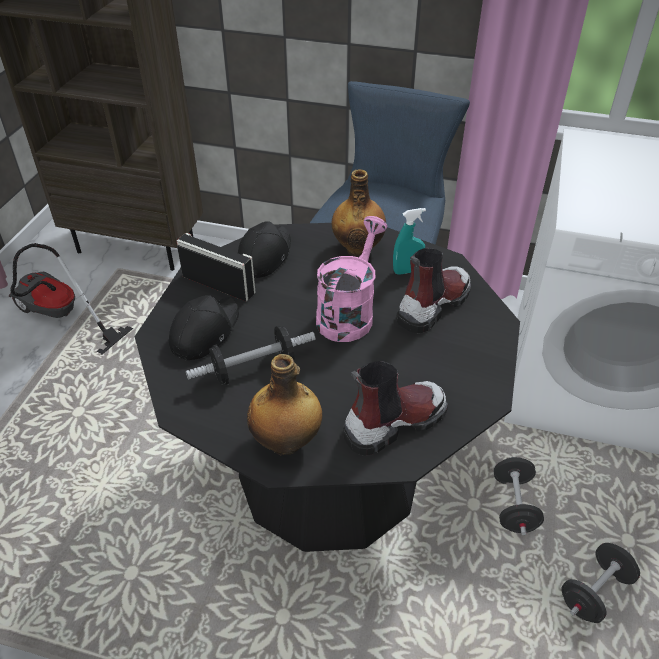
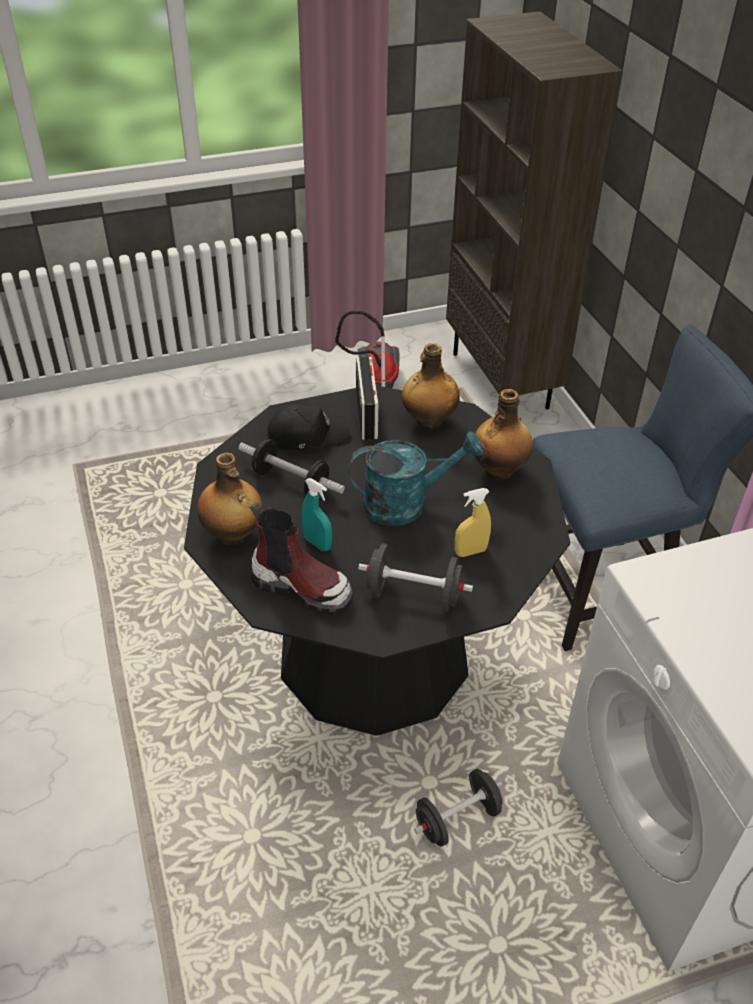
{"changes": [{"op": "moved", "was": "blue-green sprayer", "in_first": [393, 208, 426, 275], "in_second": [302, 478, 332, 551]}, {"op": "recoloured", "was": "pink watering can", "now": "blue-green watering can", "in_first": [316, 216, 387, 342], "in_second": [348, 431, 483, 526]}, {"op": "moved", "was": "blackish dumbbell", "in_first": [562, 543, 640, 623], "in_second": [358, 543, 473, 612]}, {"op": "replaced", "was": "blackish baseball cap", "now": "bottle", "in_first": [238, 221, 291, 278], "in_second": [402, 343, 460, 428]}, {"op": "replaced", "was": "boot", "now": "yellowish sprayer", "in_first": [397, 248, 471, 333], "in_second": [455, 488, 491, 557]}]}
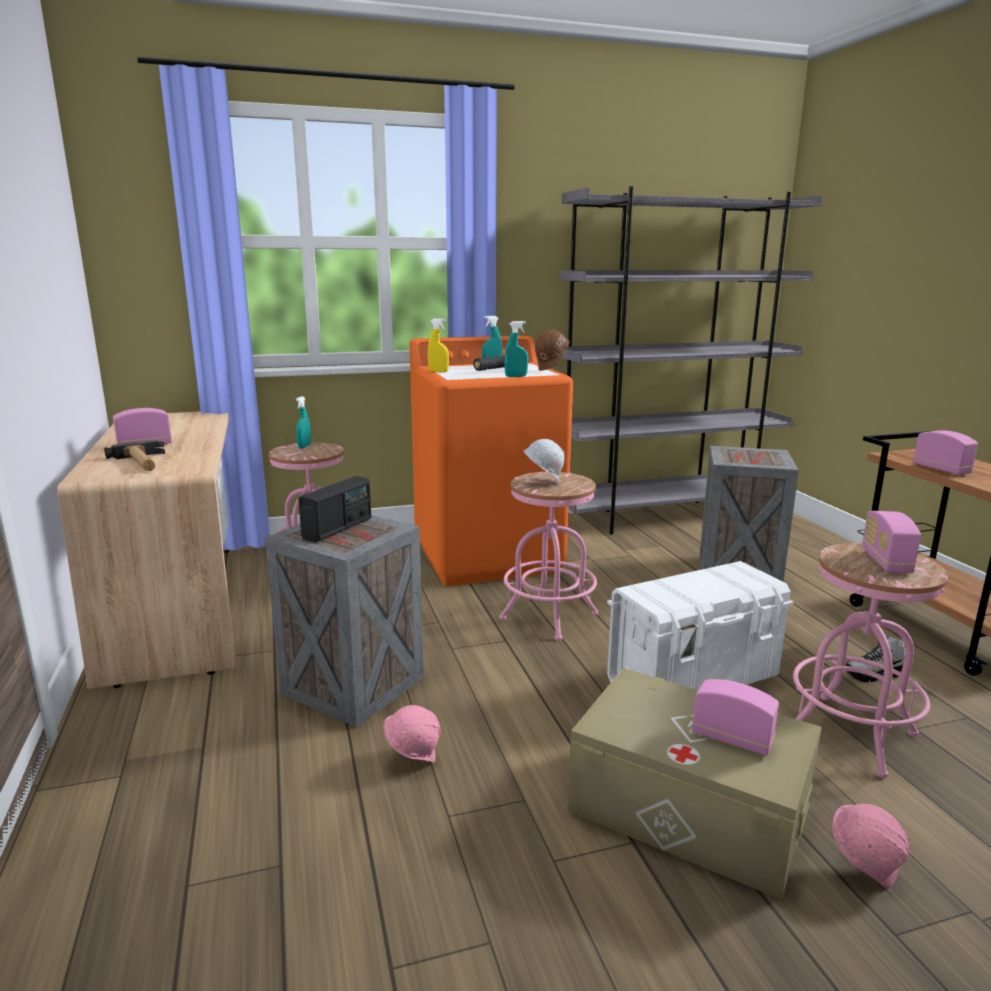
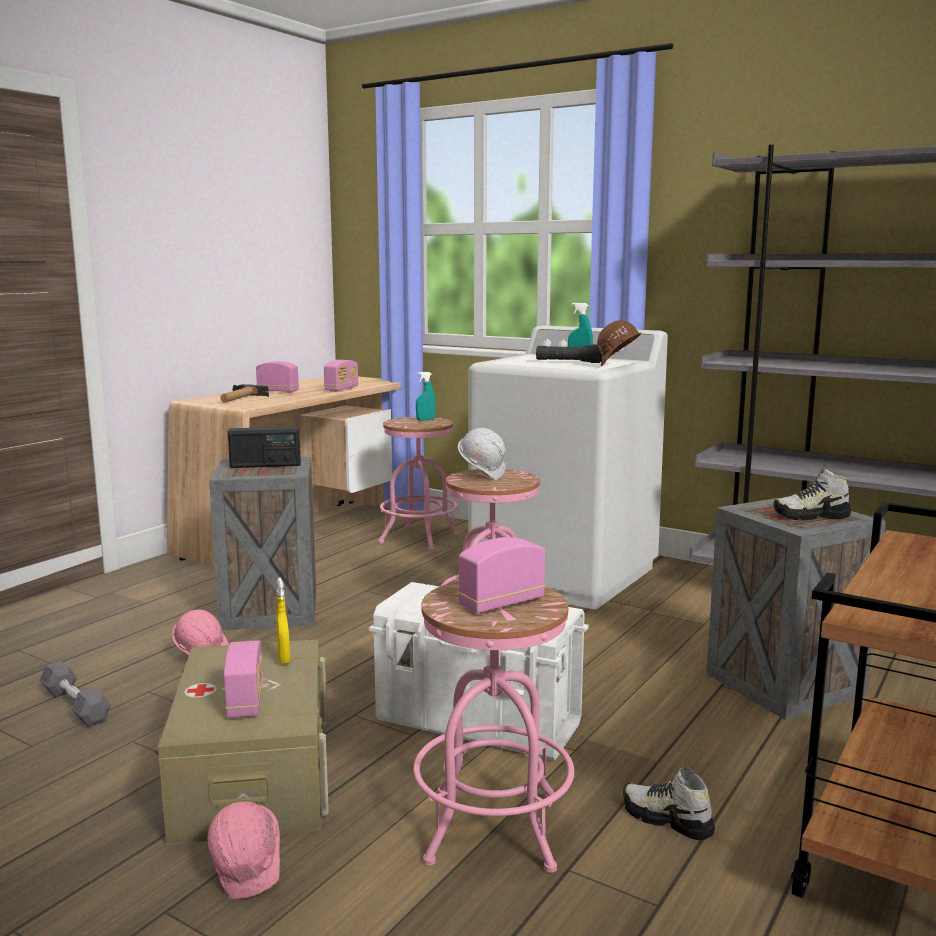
{"changes": [{"op": "added", "now": "greyish dumbbell", "in_second": [40, 661, 111, 727]}, {"op": "moved", "was": "yellowish sprayer", "in_first": [428, 318, 449, 373], "in_second": [276, 578, 290, 664]}, {"op": "moved", "was": "radio receiver", "in_first": [913, 430, 978, 475], "in_second": [324, 360, 358, 392]}, {"op": "recoloured", "was": "orange-coloured laundry machine", "now": "white laundry machine", "in_first": [409, 336, 573, 586], "in_second": [468, 325, 668, 609]}, {"op": "added", "now": "low shoe", "in_second": [774, 468, 851, 520]}, {"op": "removed", "was": "blue-green sprayer", "in_first": [504, 321, 528, 377]}]}
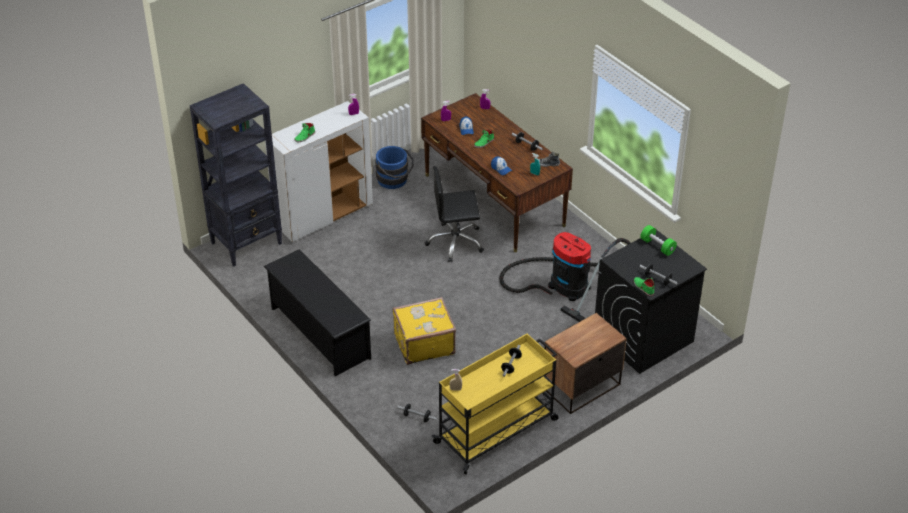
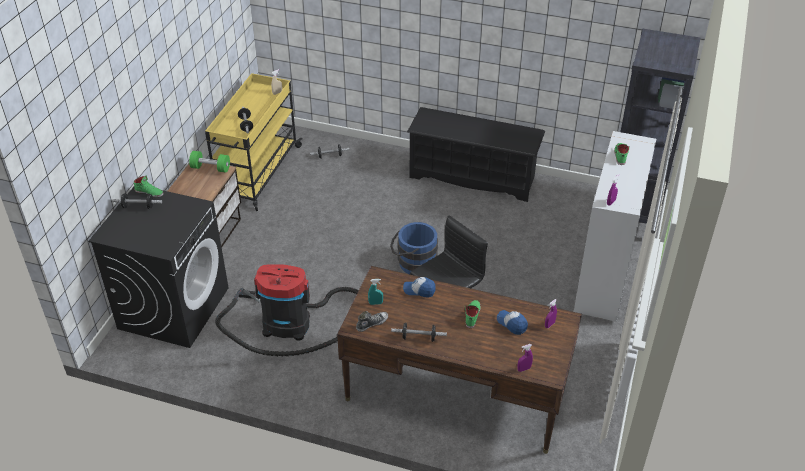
{"changes": [{"op": "moved", "was": "green-coloured dumbbell", "in_first": [640, 225, 677, 256], "in_second": [189, 151, 230, 173]}, {"op": "moved", "was": "bluish bucket", "in_first": [375, 146, 414, 189], "in_second": [390, 222, 438, 274]}, {"op": "removed", "was": "yellowish piece of luggage", "in_first": [393, 297, 456, 365]}]}
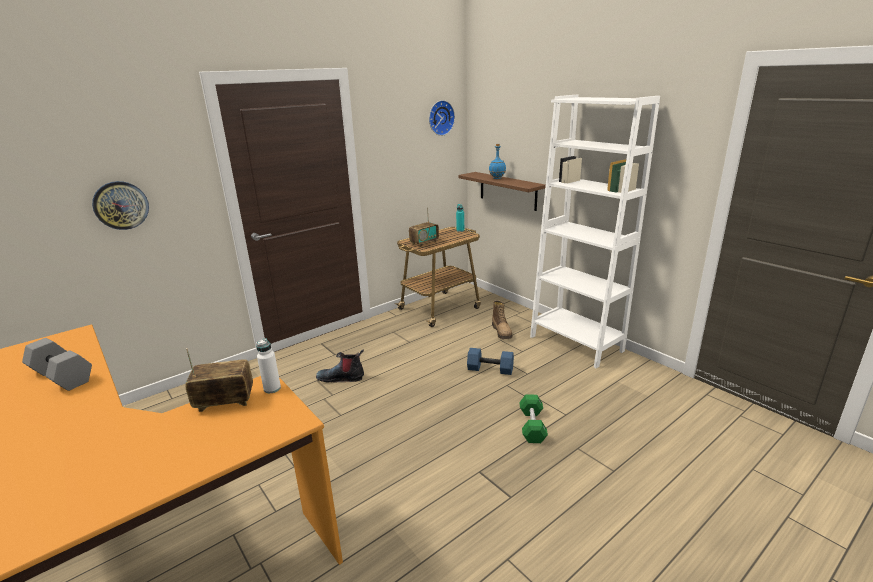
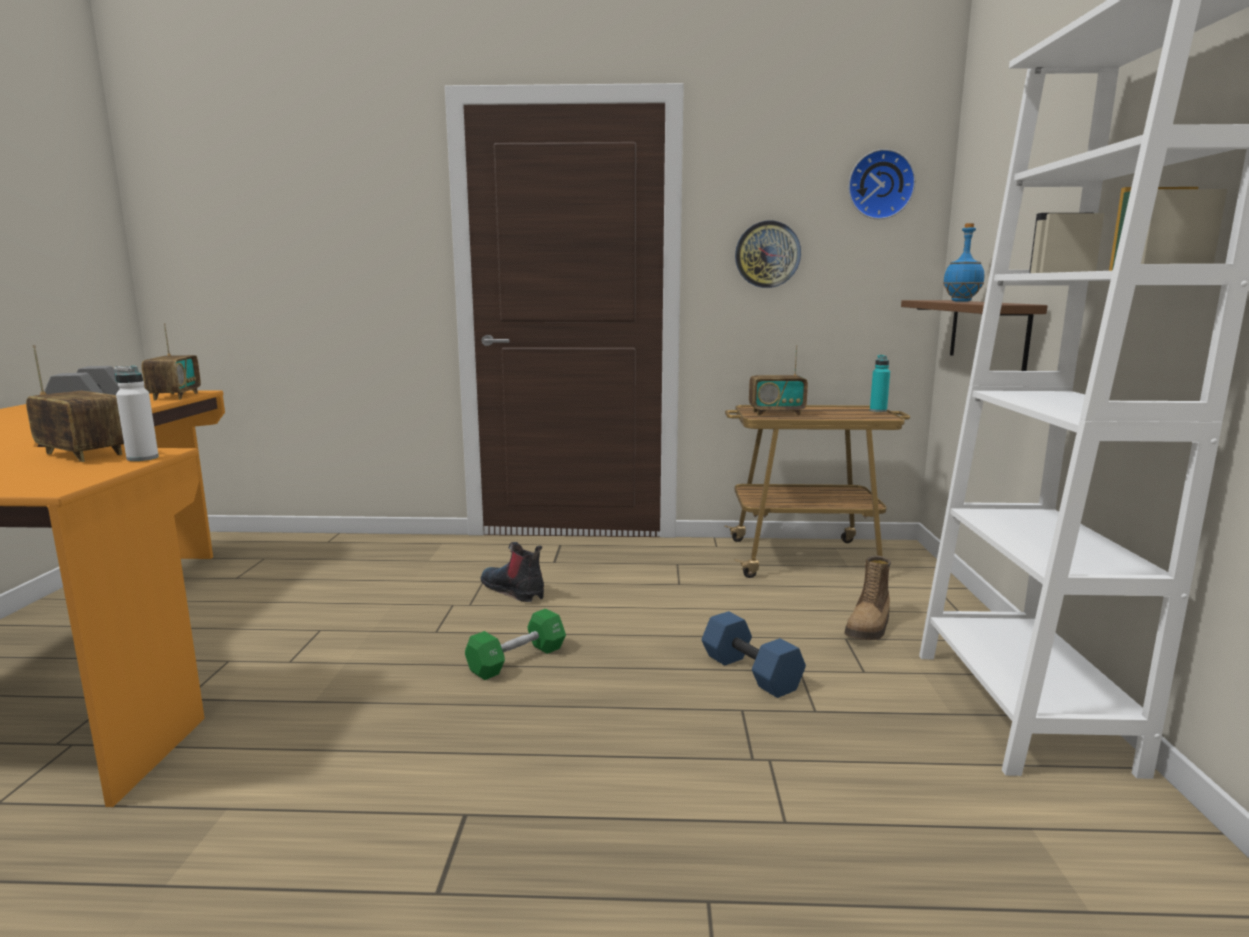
{"changes": [{"op": "added", "now": "radio receiver", "in_second": [142, 324, 201, 400]}, {"op": "moved", "was": "green-coloured dumbbell", "in_first": [519, 394, 548, 443], "in_second": [465, 609, 566, 680]}, {"op": "moved", "was": "hanging clock", "in_first": [92, 181, 149, 230], "in_second": [735, 221, 801, 288]}]}
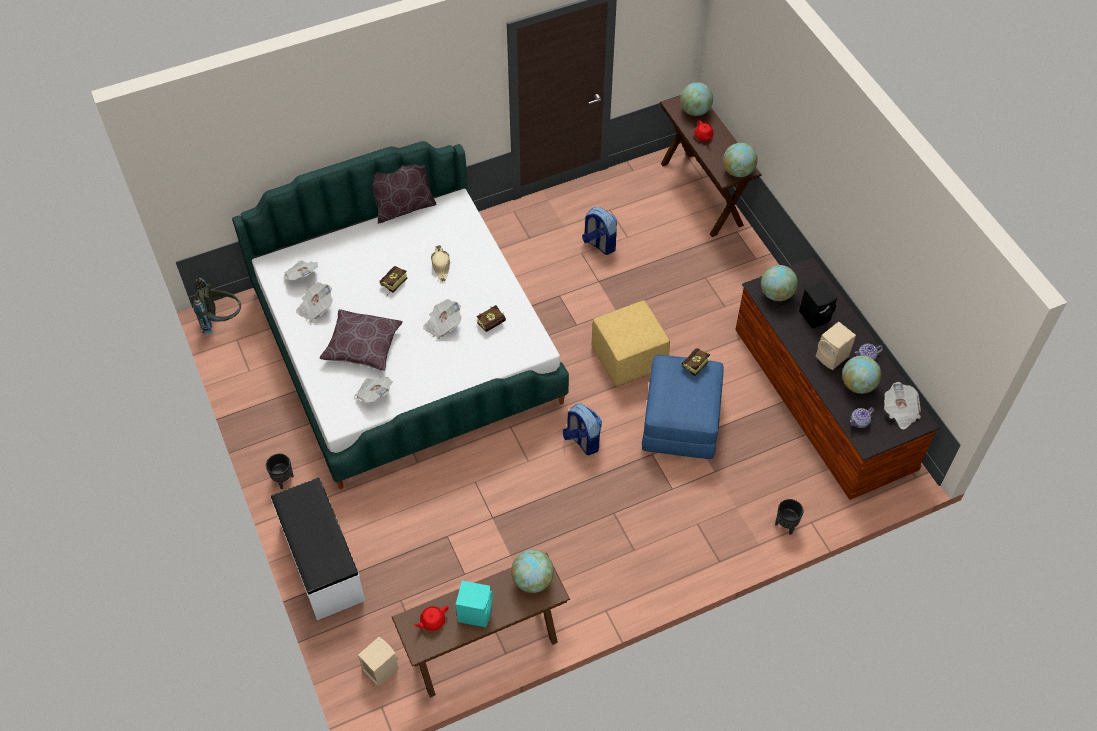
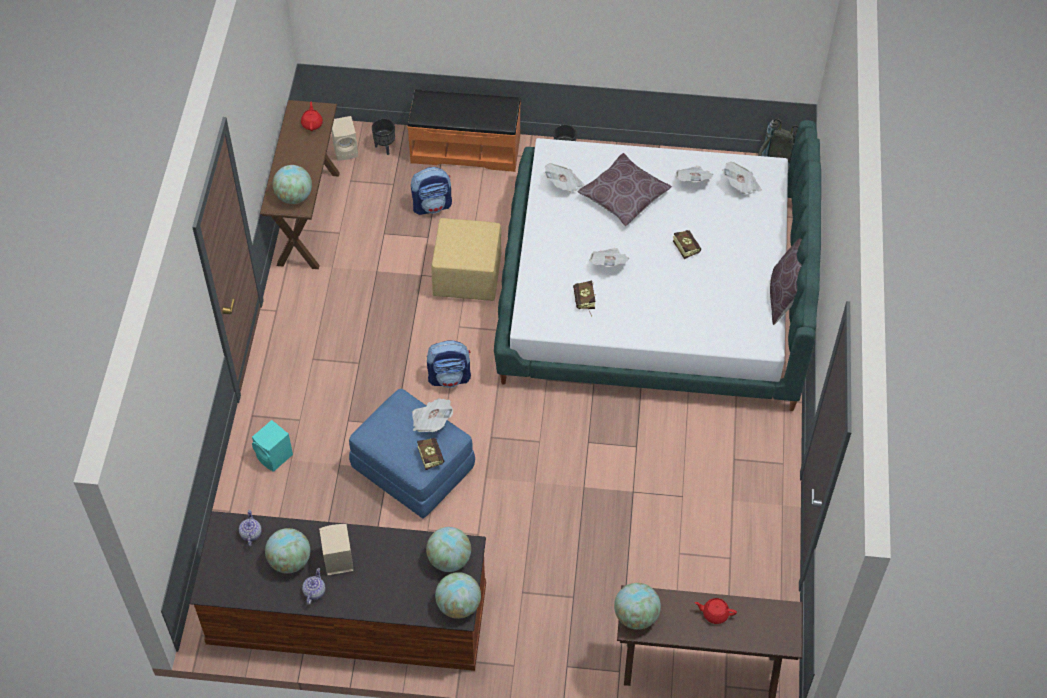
{"changes": [{"op": "moved", "was": "blue-green audio speaker", "in_first": [456, 581, 493, 627], "in_second": [252, 420, 293, 472]}, {"op": "moved", "was": "blackish flower pot", "in_first": [775, 499, 803, 535], "in_second": [372, 118, 395, 155]}, {"op": "recoloured", "was": "white long seat", "now": "orange-coloured long seat", "in_first": [271, 478, 366, 621], "in_second": [407, 89, 521, 172]}, {"op": "moved", "was": "knapsack", "in_first": [582, 207, 617, 255], "in_second": [411, 167, 452, 215]}, {"op": "moved", "was": "printed paper", "in_first": [884, 382, 921, 430], "in_second": [412, 398, 453, 432]}, {"op": "moved", "was": "yellowish footrest", "in_first": [591, 300, 670, 386], "in_second": [431, 218, 502, 301]}, {"op": "moved", "was": "world globe", "in_first": [680, 82, 713, 116], "in_second": [435, 572, 481, 619]}, {"op": "removed", "was": "beige-coloured wearable hat", "in_first": [431, 245, 450, 282]}, {"op": "removed", "was": "blackish audio speaker", "in_first": [799, 281, 837, 328]}]}
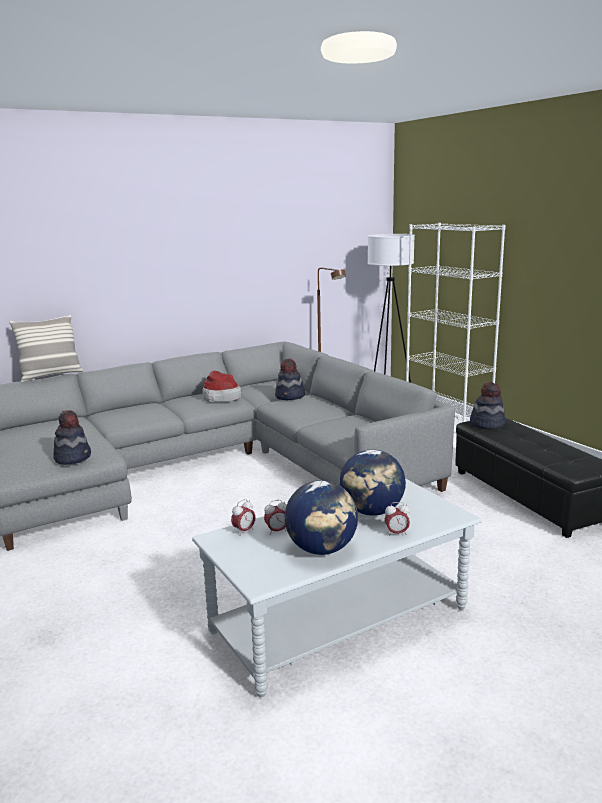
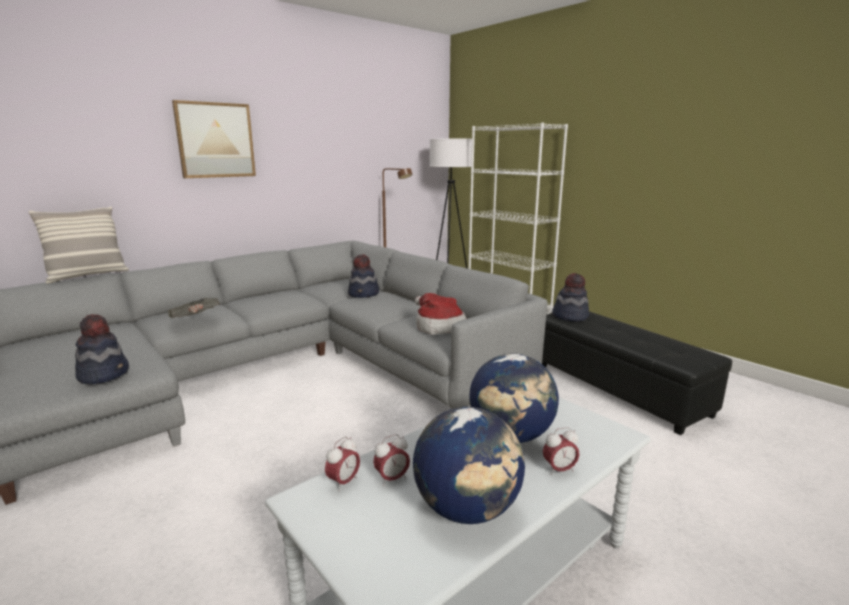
{"changes": [{"op": "added", "now": "printed paper", "in_second": [168, 298, 220, 318]}, {"op": "added", "now": "picture", "in_second": [172, 100, 256, 178]}, {"op": "moved", "was": "wearable hat", "in_first": [202, 371, 242, 402], "in_second": [415, 293, 466, 335]}]}
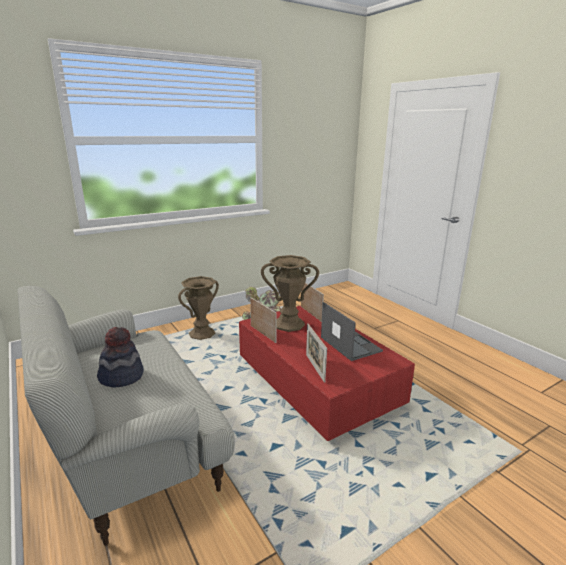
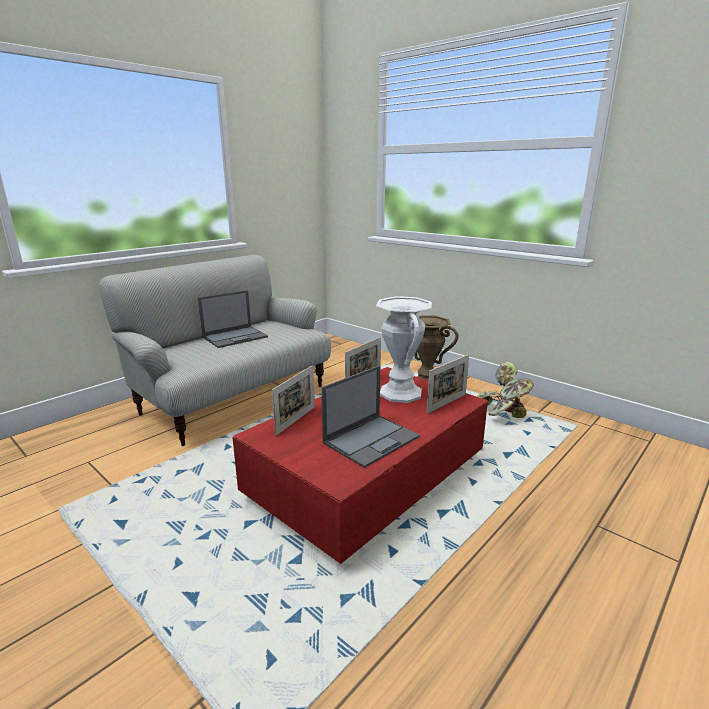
{"changes": [{"op": "replaced", "was": "wearable hat", "now": "laptop", "in_first": [97, 327, 144, 388], "in_second": [198, 290, 268, 348]}, {"op": "turned", "was": "photo frame", "in_first": [306, 323, 327, 383], "in_second": [272, 365, 315, 436], "clockwise": 150}, {"op": "recoloured", "was": "brownish flower vase", "now": "white flower vase", "in_first": [261, 255, 319, 332], "in_second": [376, 296, 432, 403]}]}
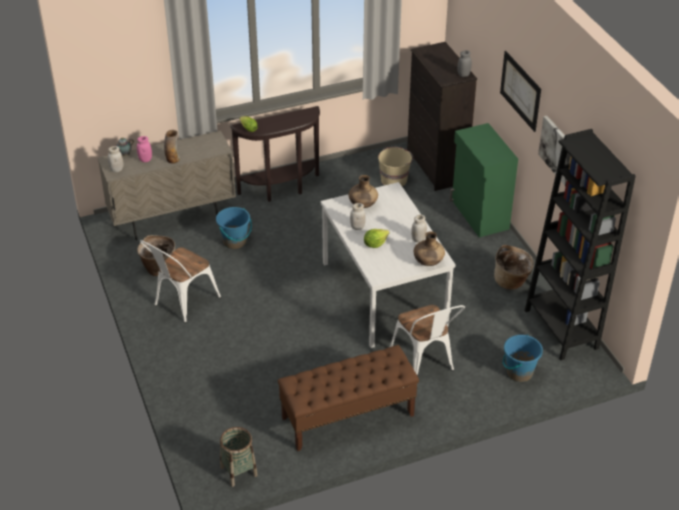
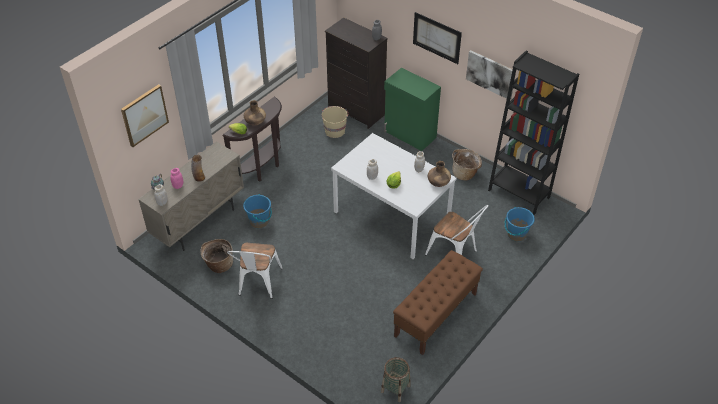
{"changes": [{"op": "added", "now": "picture", "in_second": [121, 84, 169, 147]}, {"op": "moved", "was": "brownish flower vase", "in_first": [348, 175, 378, 208], "in_second": [244, 100, 266, 126]}]}
